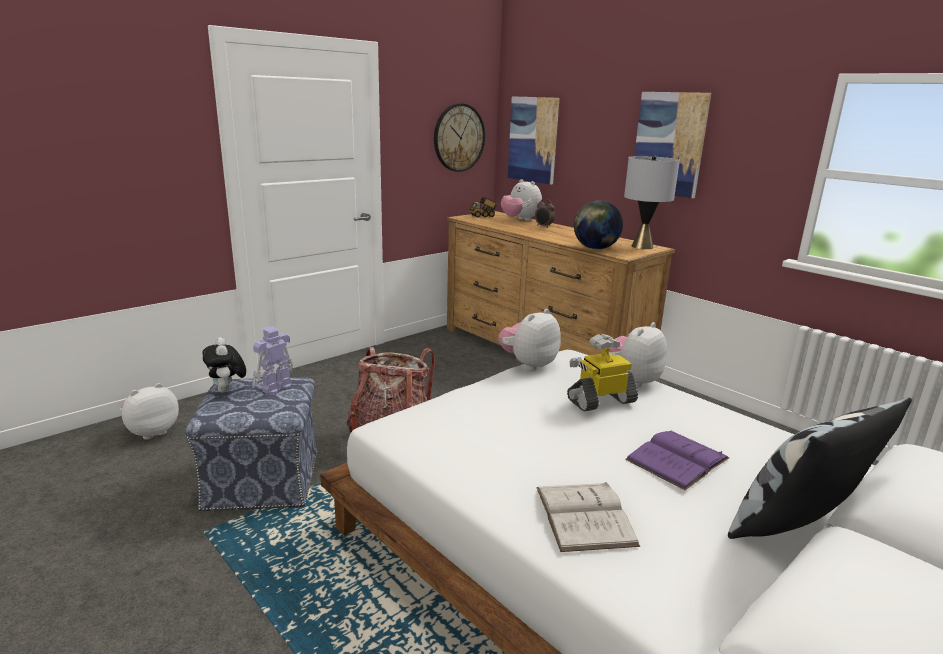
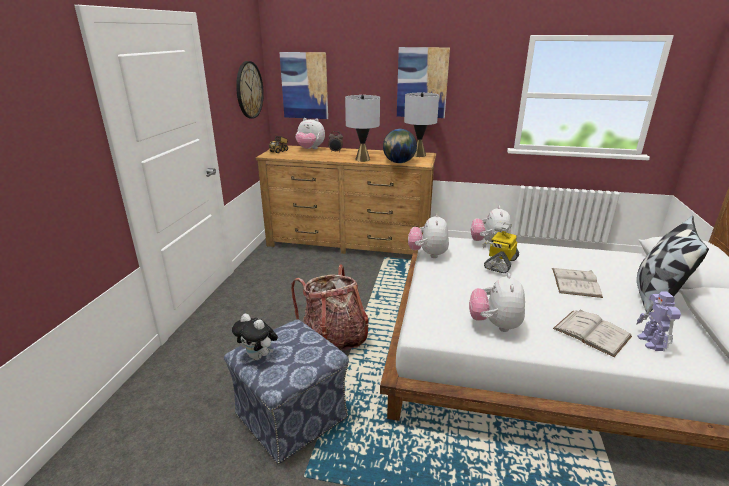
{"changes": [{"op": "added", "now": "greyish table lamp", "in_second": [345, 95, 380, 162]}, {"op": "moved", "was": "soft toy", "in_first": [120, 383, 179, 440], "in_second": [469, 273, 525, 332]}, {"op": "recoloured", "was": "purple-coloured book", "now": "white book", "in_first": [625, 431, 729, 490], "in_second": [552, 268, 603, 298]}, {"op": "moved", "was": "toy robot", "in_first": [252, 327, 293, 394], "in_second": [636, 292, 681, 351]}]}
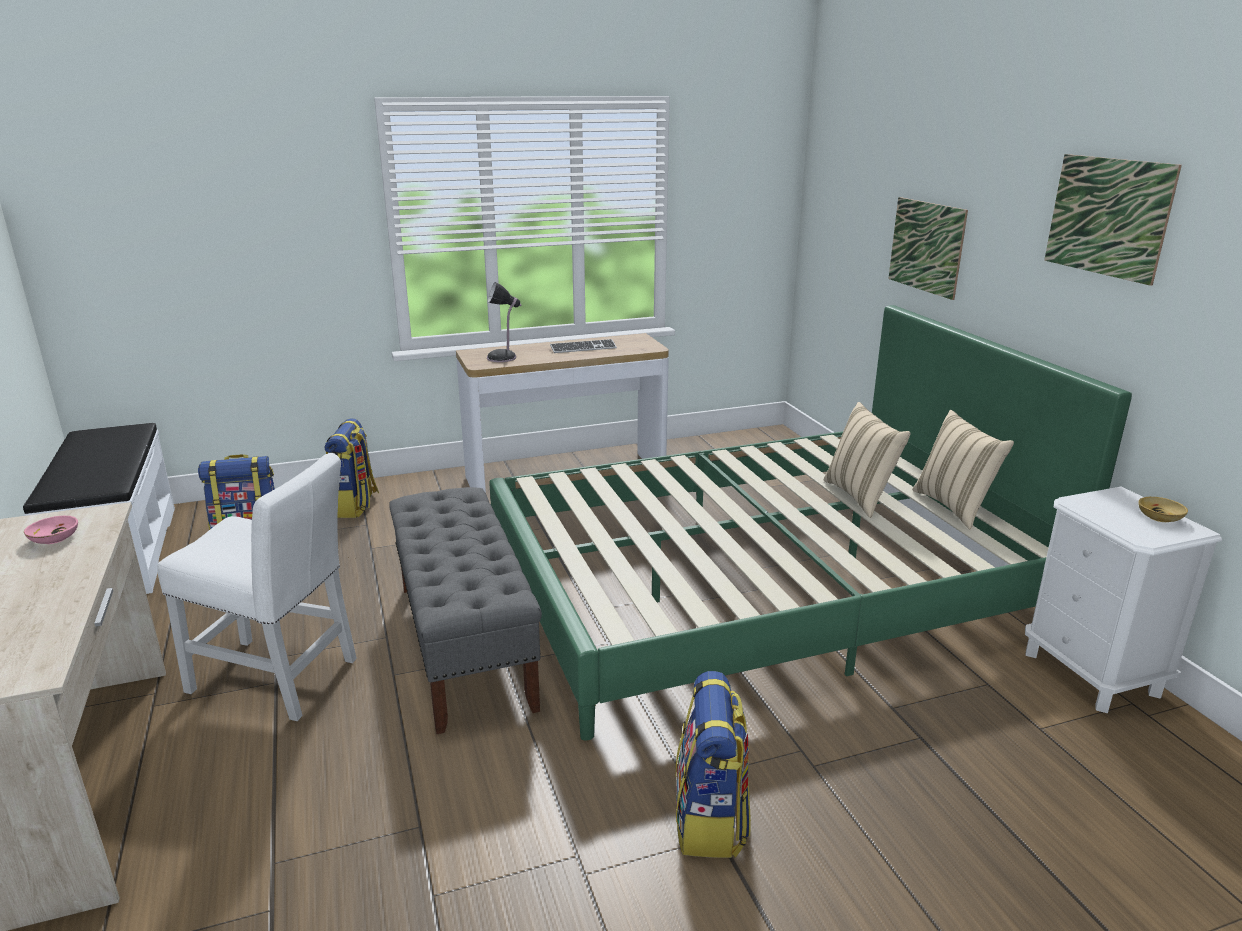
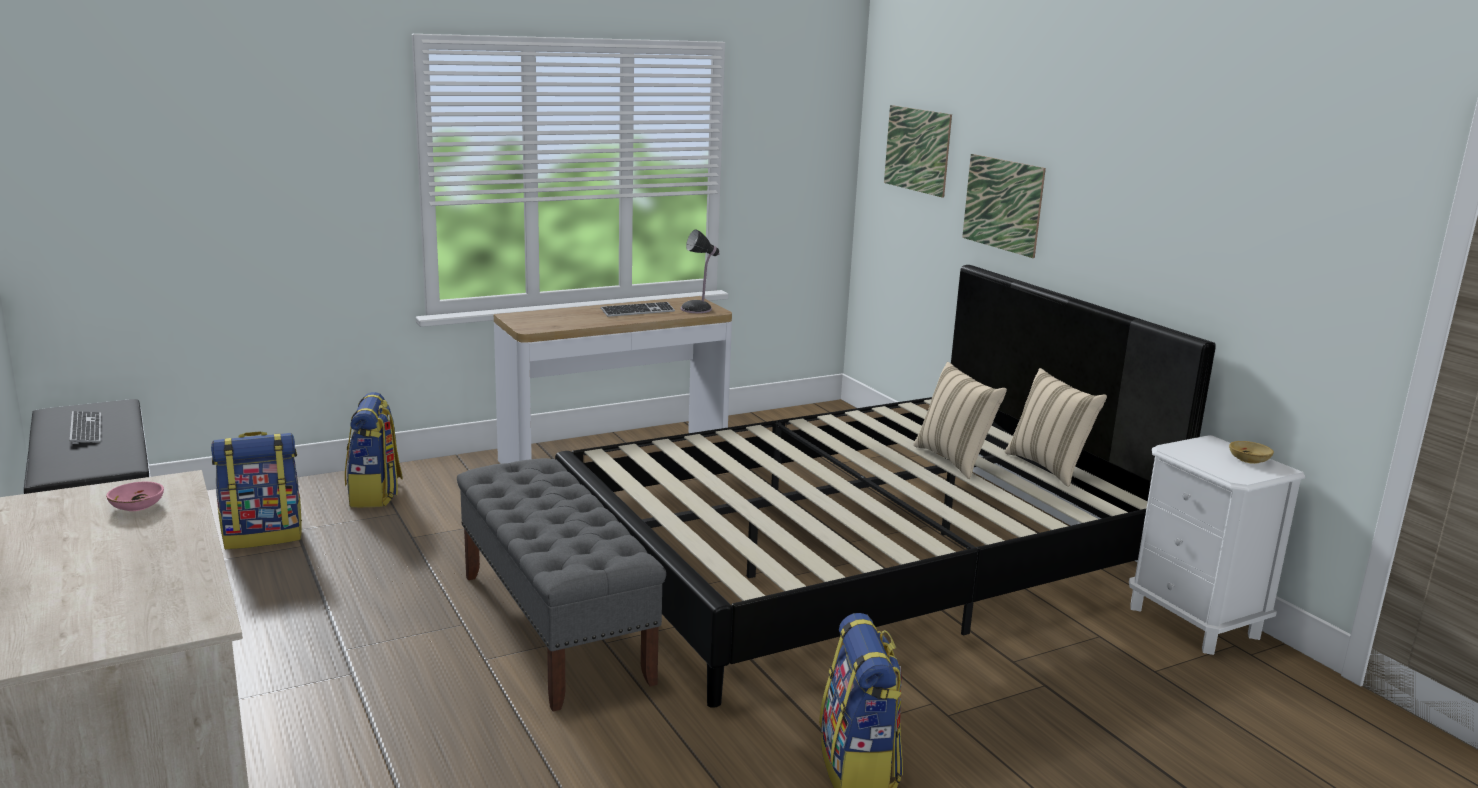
{"changes": [{"op": "added", "now": "computer keyboard", "in_second": [70, 411, 101, 444]}, {"op": "recoloured", "was": "green-coloured bed", "now": "blackish bed", "in_first": [489, 305, 1132, 741], "in_second": [555, 265, 1216, 708]}, {"op": "moved", "was": "table lamp", "in_first": [487, 282, 521, 362], "in_second": [681, 229, 720, 313]}, {"op": "moved", "was": "picture", "in_first": [1044, 154, 1182, 286], "in_second": [884, 105, 952, 198]}, {"op": "removed", "was": "white chair", "in_first": [157, 453, 357, 721]}]}
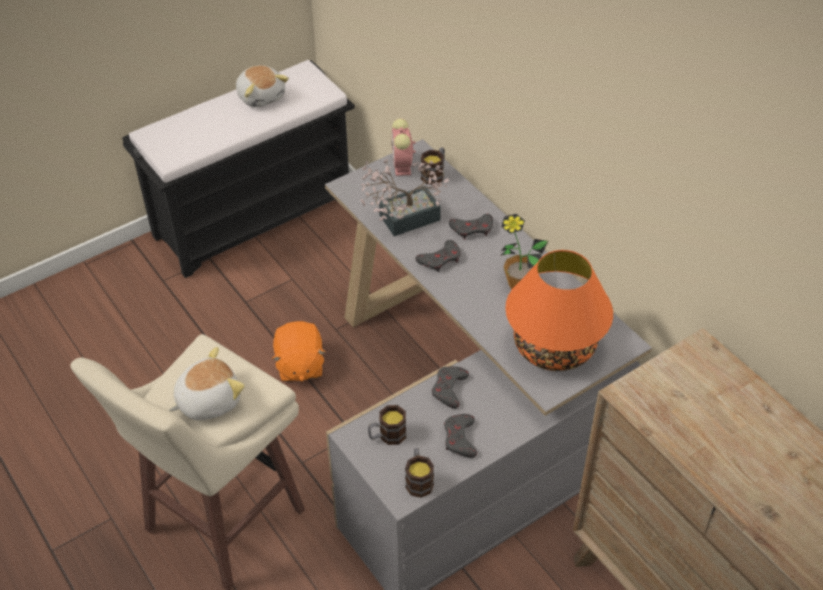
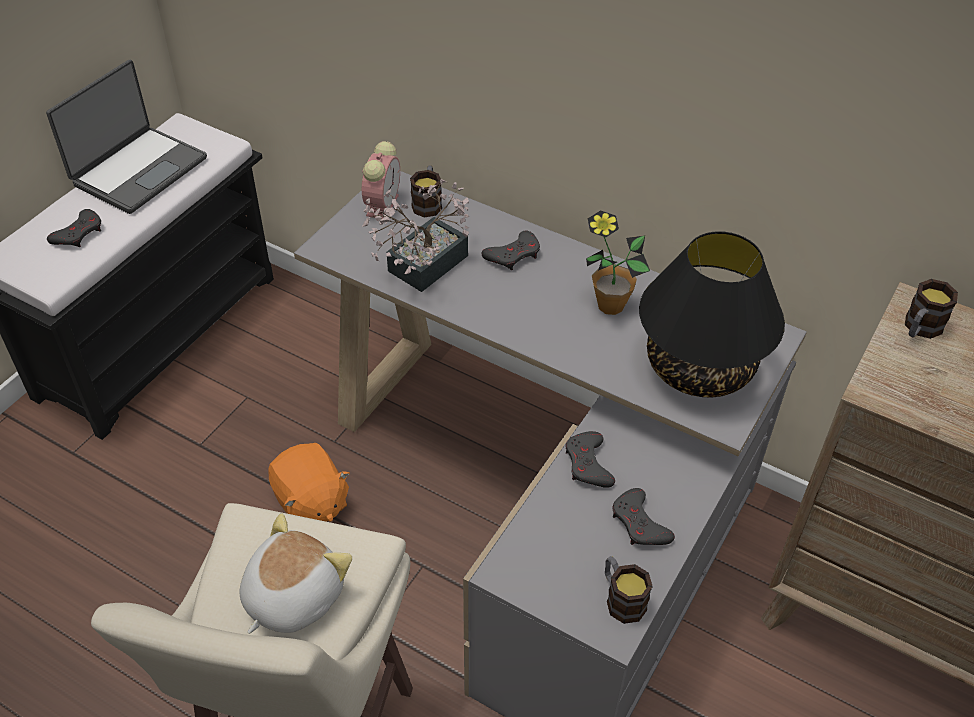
{"changes": [{"op": "replaced", "was": "soft toy", "now": "laptop", "in_first": [236, 65, 289, 107], "in_second": [46, 60, 207, 214]}, {"op": "moved", "was": "greyish game controller", "in_first": [416, 240, 461, 272], "in_second": [47, 209, 101, 247]}, {"op": "turned", "was": "bedside clock", "in_first": [391, 119, 416, 176], "in_second": [362, 141, 400, 219], "clockwise": -135}, {"op": "recoloured", "was": "orange-coloured table lamp", "now": "blackish table lamp", "in_first": [505, 250, 613, 371], "in_second": [639, 231, 785, 397]}, {"op": "moved", "was": "coffee mug", "in_first": [368, 405, 406, 445], "in_second": [905, 279, 958, 339]}]}
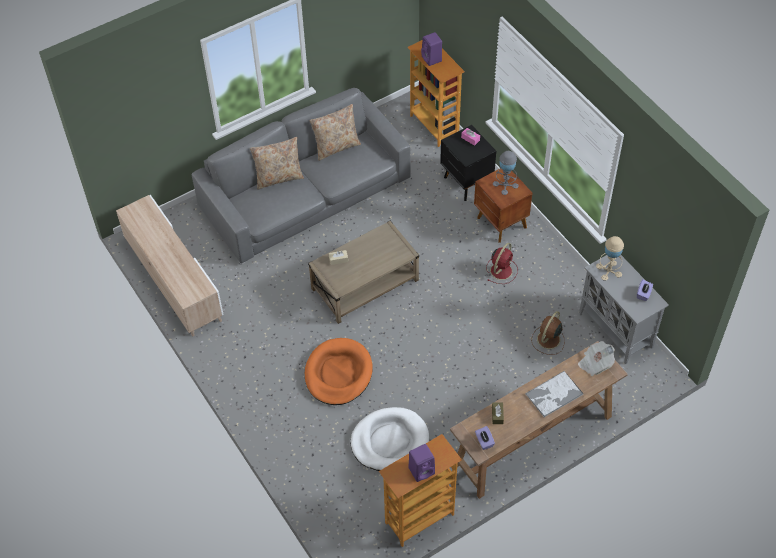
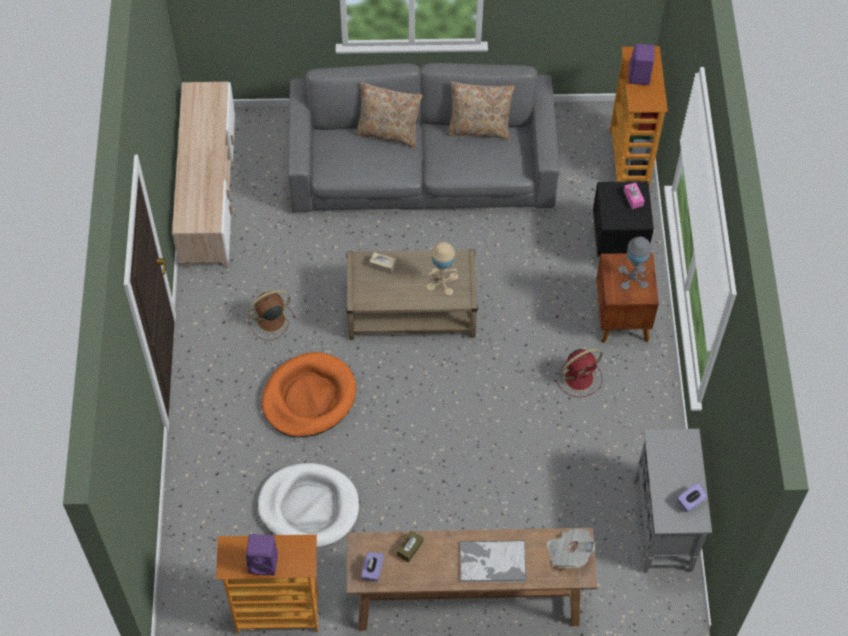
{"changes": [{"op": "moved", "was": "brownish cooling fan", "in_first": [531, 311, 565, 355], "in_second": [248, 290, 296, 341]}, {"op": "moved", "was": "beige-coloured table lamp", "in_first": [596, 236, 624, 281], "in_second": [426, 242, 458, 295]}]}
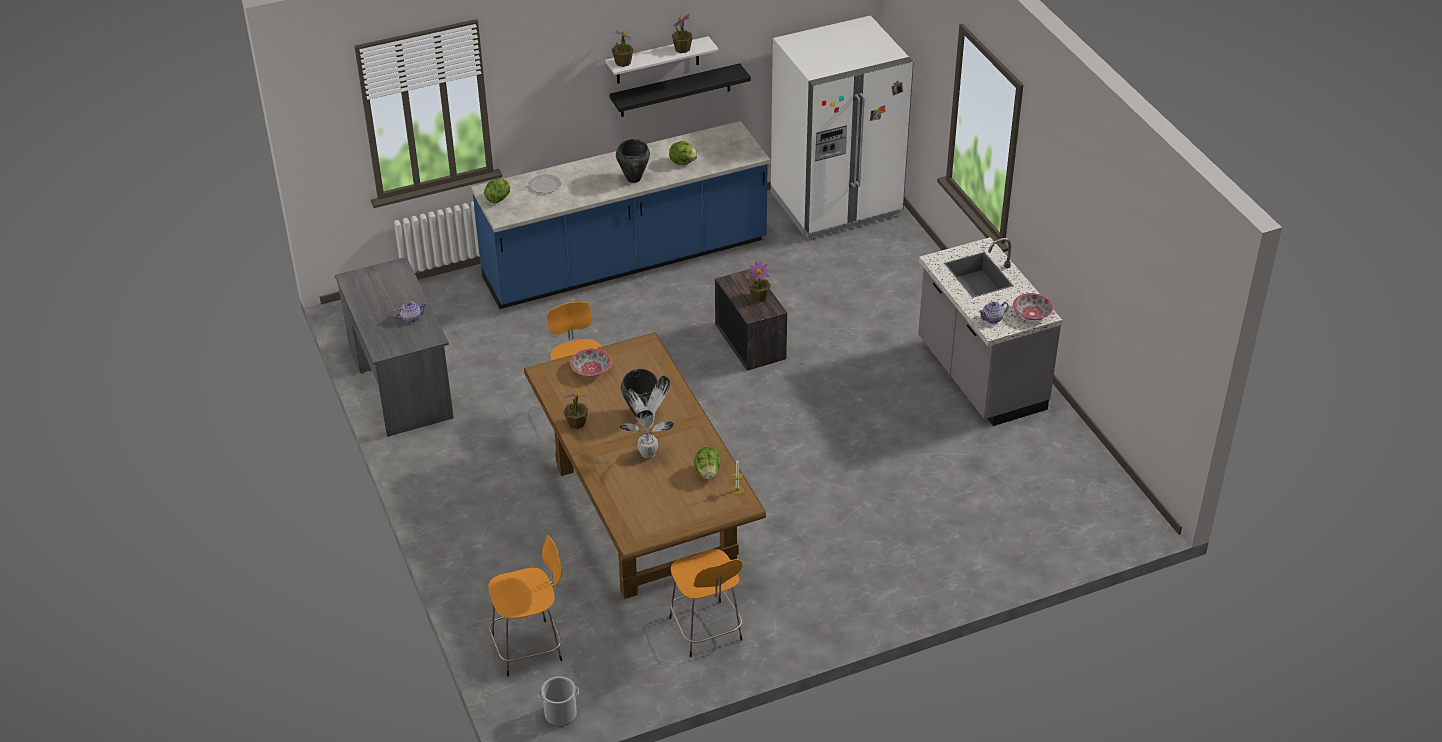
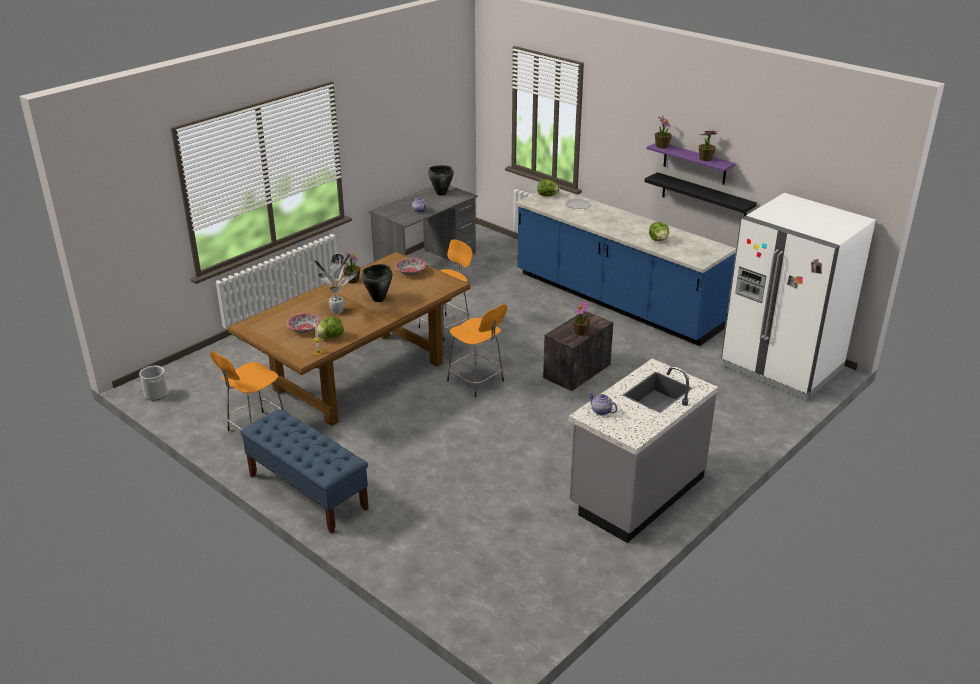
{"changes": [{"op": "added", "now": "bluish long seat", "in_second": [240, 409, 369, 533]}, {"op": "moved", "was": "deep dish", "in_first": [1013, 293, 1054, 320], "in_second": [287, 313, 322, 333]}, {"op": "moved", "was": "blackish stockpot", "in_first": [616, 139, 650, 183], "in_second": [428, 165, 454, 195]}, {"op": "moved", "was": "orange-coloured stool seat", "in_first": [488, 535, 562, 677], "in_second": [447, 304, 507, 397]}, {"op": "recoloured", "was": "white bracket shelf", "now": "purple-coloured bracket shelf", "in_first": [605, 36, 719, 84], "in_second": [646, 143, 736, 185]}]}
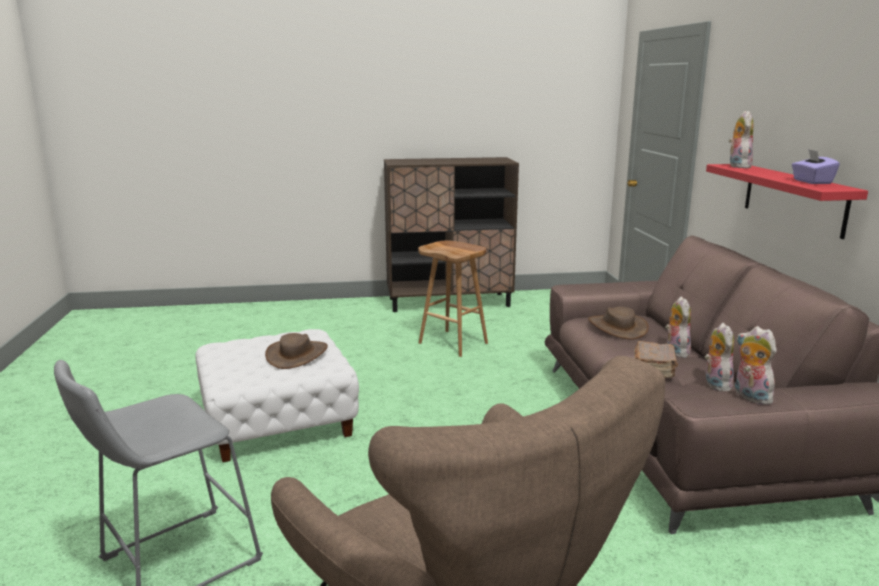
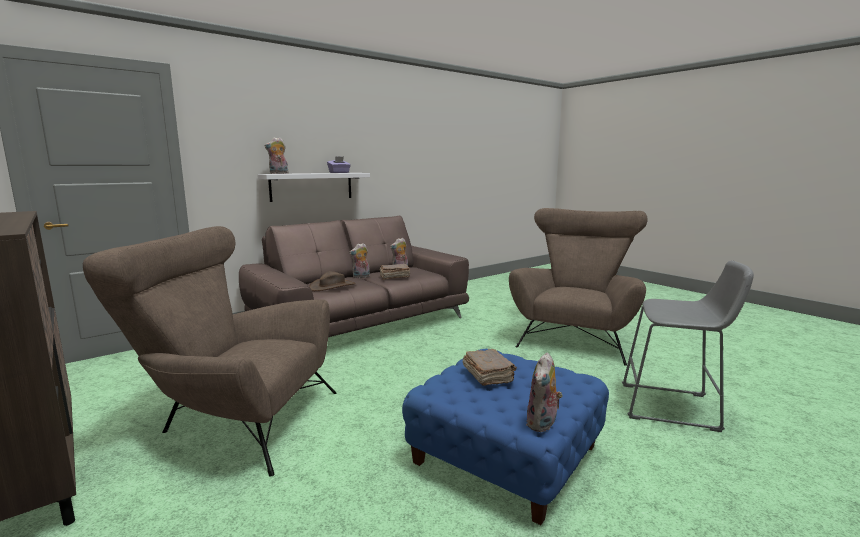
{"changes": [{"op": "replaced", "was": "brownish stool seat", "now": "brownish easy chair", "in_first": [418, 241, 488, 357], "in_second": [83, 226, 337, 476]}, {"op": "recoloured", "was": "red bracket shelf", "now": "white bracket shelf", "in_first": [706, 164, 868, 239], "in_second": [257, 173, 370, 202]}, {"op": "recoloured", "was": "white footrest", "now": "bluish footrest", "in_first": [195, 329, 359, 463], "in_second": [402, 349, 609, 525]}, {"op": "replaced", "was": "brownish wearable hat", "now": "brownish book", "in_first": [265, 333, 328, 369], "in_second": [463, 349, 517, 386]}, {"op": "moved", "was": "soft toy", "in_first": [735, 326, 777, 405], "in_second": [526, 352, 563, 432]}]}
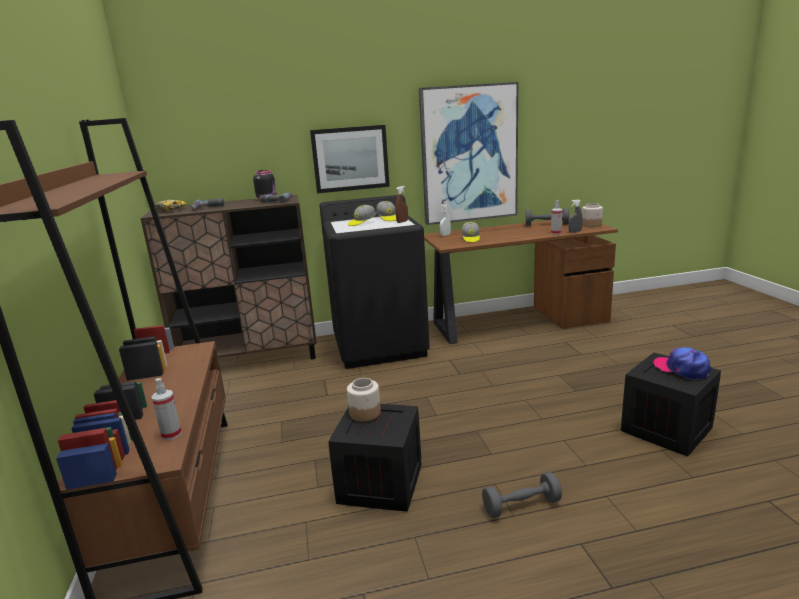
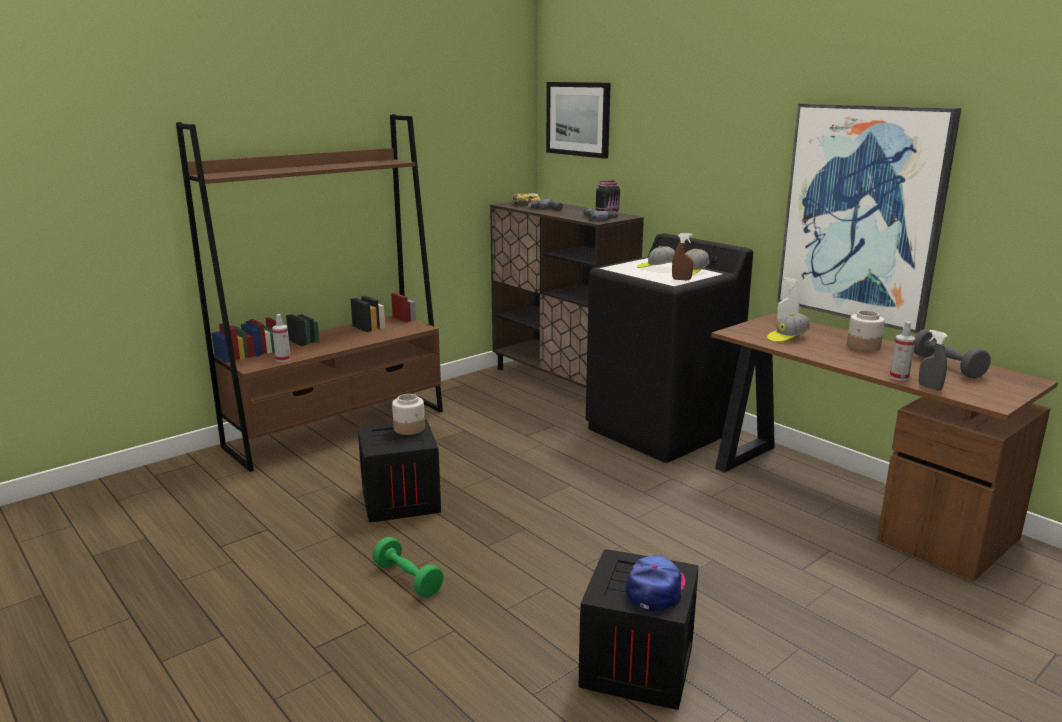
{"changes": [{"op": "recoloured", "was": "greyish dumbbell", "now": "green-coloured dumbbell", "in_first": [482, 472, 562, 518], "in_second": [373, 537, 444, 598]}, {"op": "moved", "was": "picture", "in_first": [310, 125, 390, 193], "in_second": [546, 82, 611, 159]}, {"op": "moved", "was": "storage jar", "in_first": [582, 203, 603, 227], "in_second": [847, 310, 885, 352]}]}
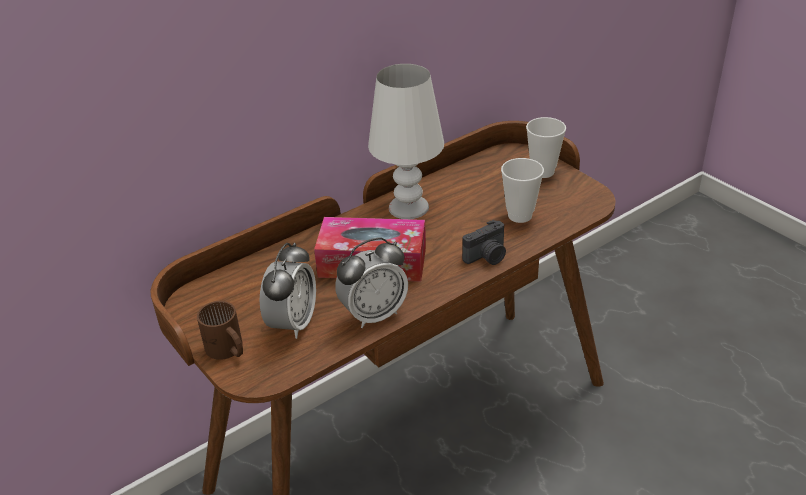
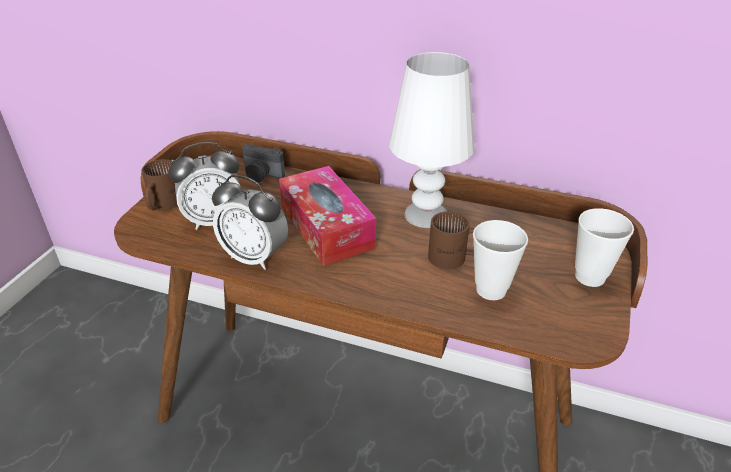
{"changes": [{"op": "moved", "was": "photo camera", "in_first": [462, 220, 506, 265], "in_second": [242, 144, 285, 183]}, {"op": "added", "now": "brownish coffee mug", "in_second": [428, 211, 475, 269]}]}
